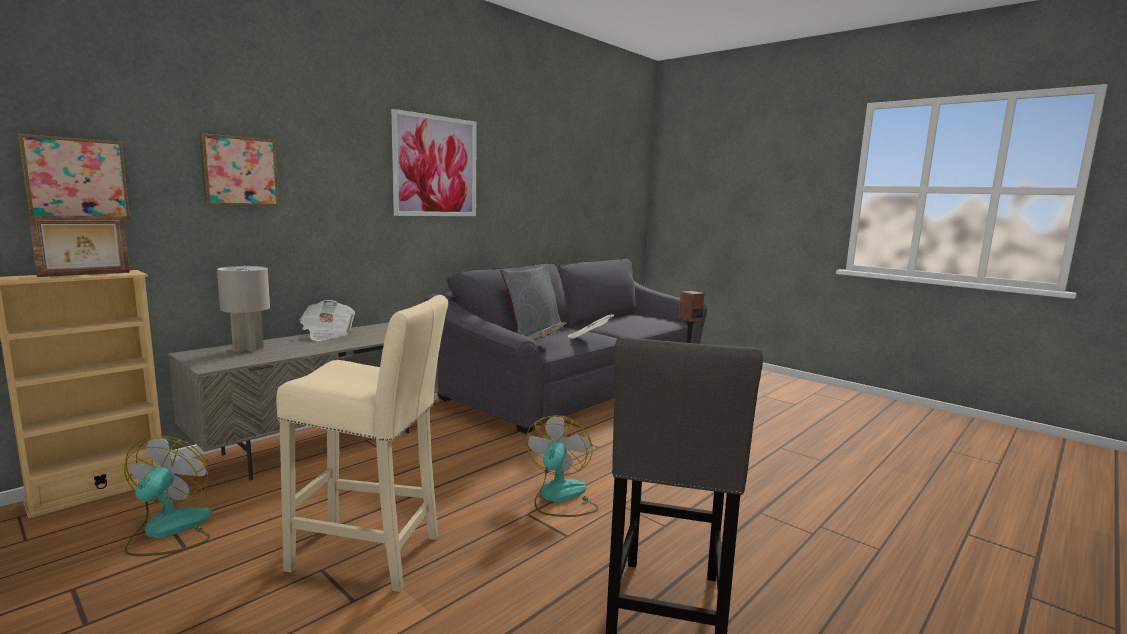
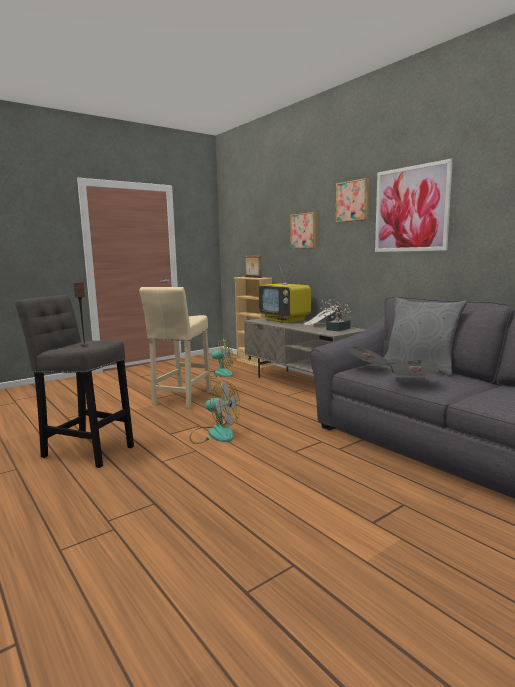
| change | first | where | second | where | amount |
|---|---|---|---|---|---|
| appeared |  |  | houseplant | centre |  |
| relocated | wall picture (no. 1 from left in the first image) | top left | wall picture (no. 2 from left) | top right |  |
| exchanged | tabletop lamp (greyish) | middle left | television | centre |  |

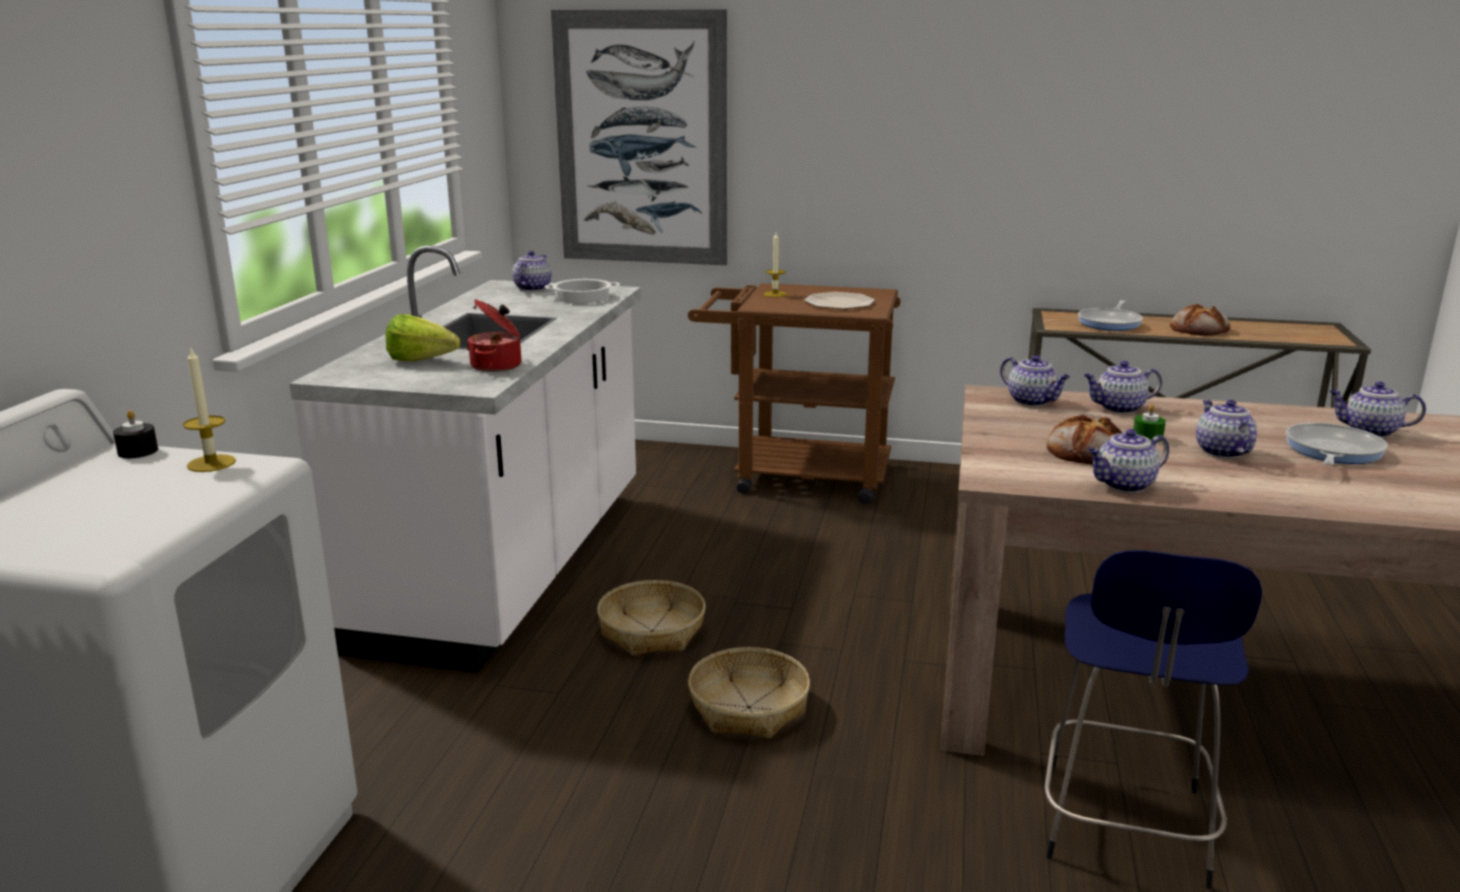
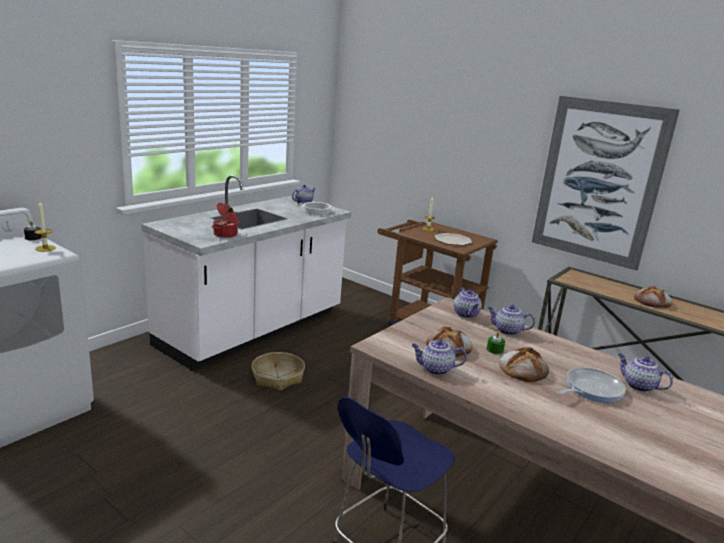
| change | first | where | second | where | amount |
|---|---|---|---|---|---|
| missing | lettuce | middle left |  |  |  |
| missing | storage basket (no. 2 from left) | bottom centre |  |  |  |
| missing | pan (no. 1 from left) | middle right |  |  |  |
| relocated | wall picture | top centre |  | middle right |  |
| exchanged | pot for tea (no. 5 from left) | middle right | baked bread (no. 2 from left) | bottom right |  |

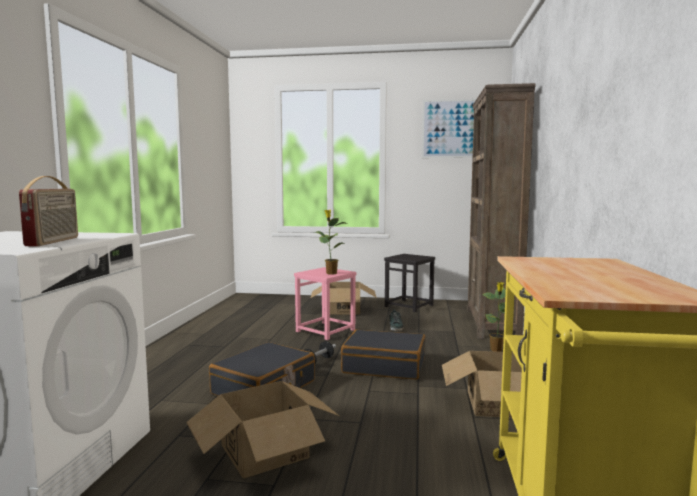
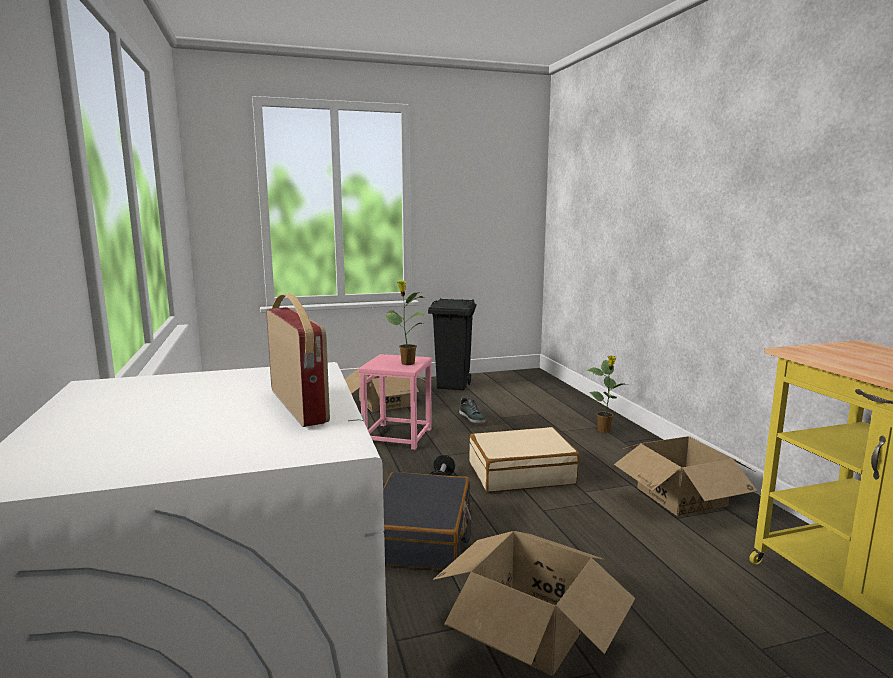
| change | first | where | second | where | amount |
|---|---|---|---|---|---|
| missing | wall picture | top centre |  |  |  |
| missing | bookshelf (brownish) | middle right |  |  |  |
| exchanged | stool (blackish) | centre | rubbish bin (blackish) | centre |  |
| colour | piece of luggage (blackish) (no. 2 from left) | bottom centre | piece of luggage (sand-coloured) | bottom centre |  |

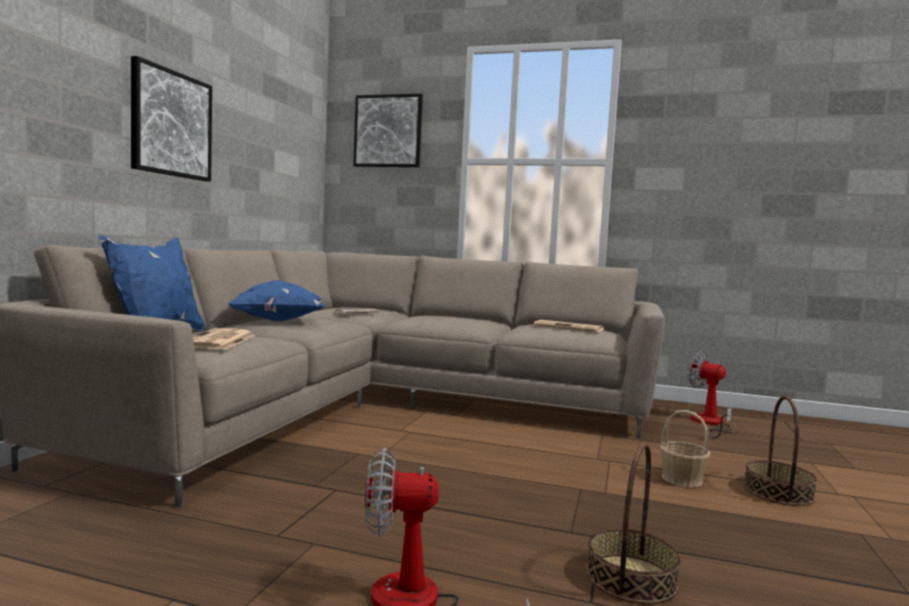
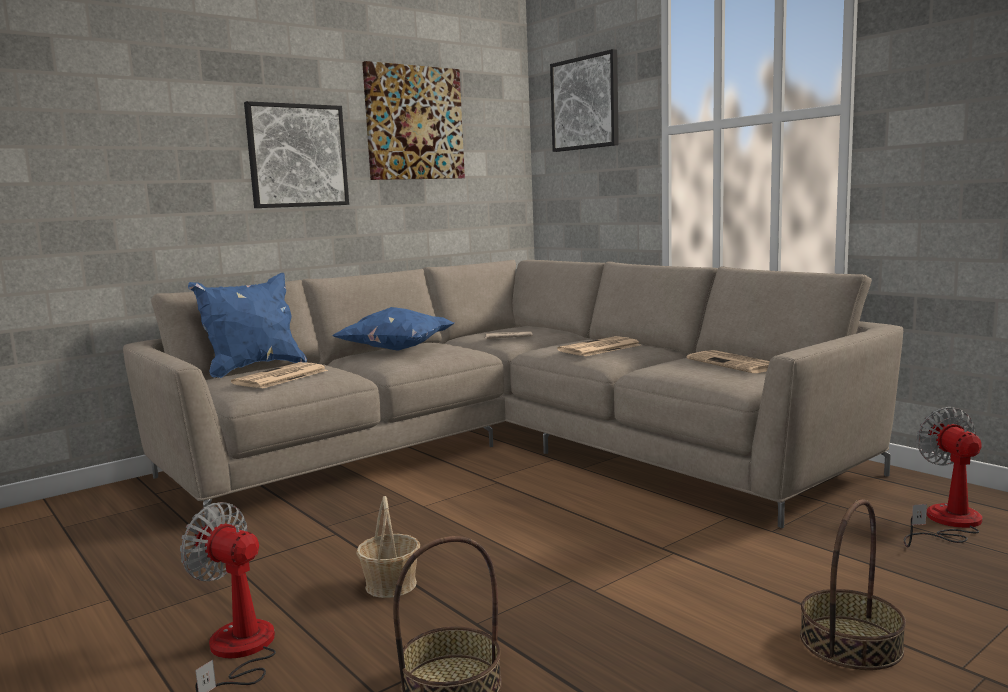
| change | first | where | second | where | amount |
|---|---|---|---|---|---|
| appeared |  |  | wall picture (no. 2 from left) | top centre |  |
| appeared |  |  | daily paper (no. 3 from left) | centre |  |
| relocated | storage basket (no. 2 from left in the first image) | bottom right | storage basket (no. 1 from left) | bottom centre |  |

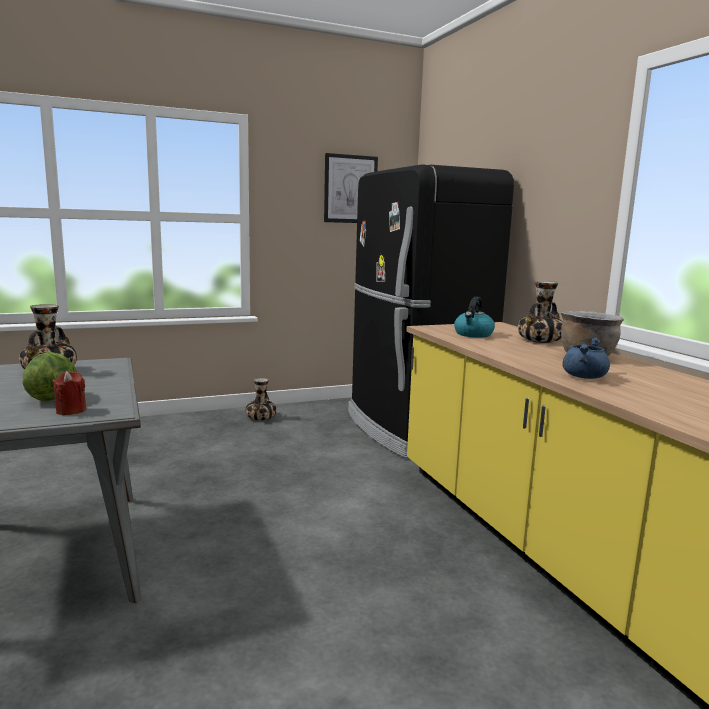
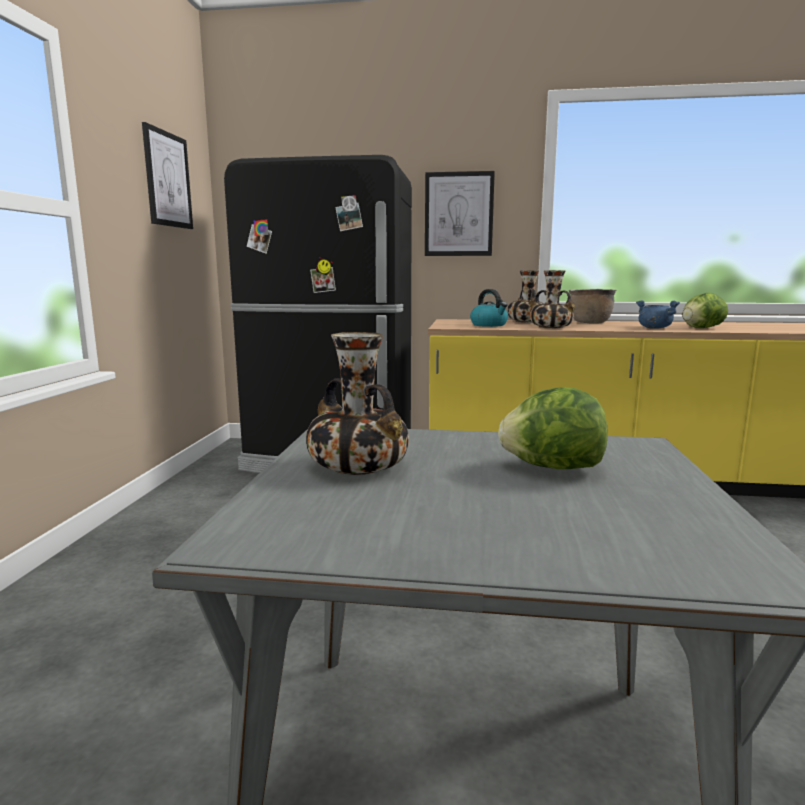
| change | first | where | second | where | amount |
|---|---|---|---|---|---|
| missing | wax candle (red-coloured) | middle left |  |  |  |
| appeared |  |  | wall picture (no. 2 from left) | top centre |  |
| appeared |  |  | lettuce (no. 2 from left) | middle right |  |
| relocated | vase (no. 2 from left in the first image) | centre | vase (no. 3 from left) | middle right |  |

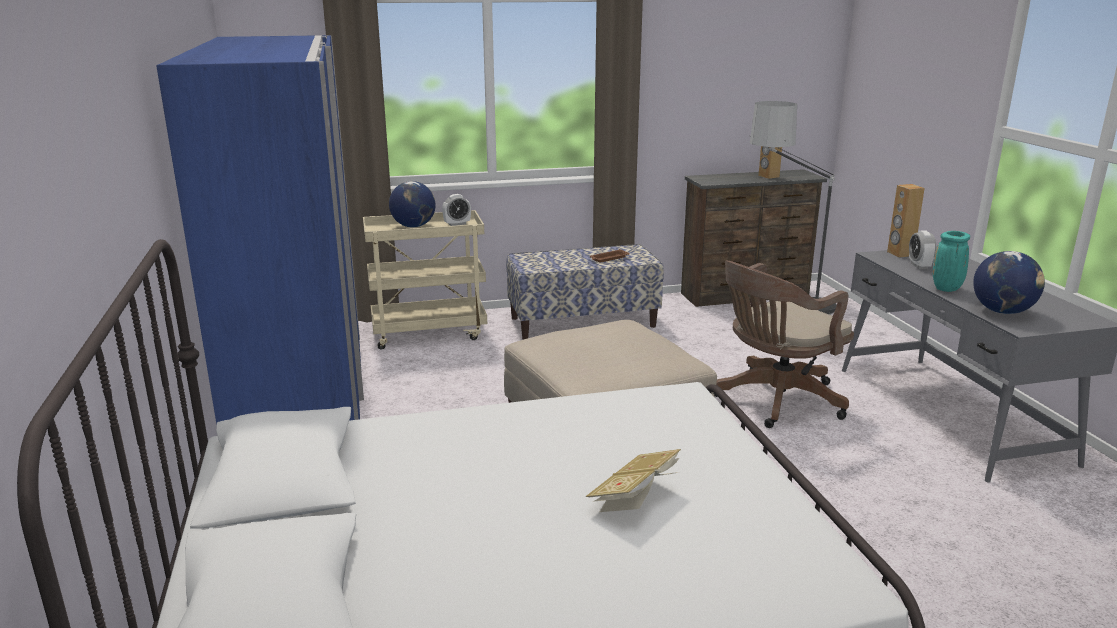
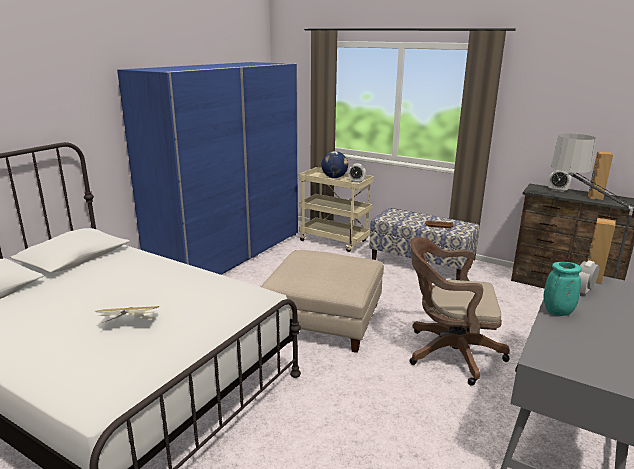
| change | first | where | second | where | amount |
|---|---|---|---|---|---|
| missing | globe (no. 2 from left) | middle right |  |  |  |
| appeared |  |  | bedside clock (no. 2 from left) | middle right |  |

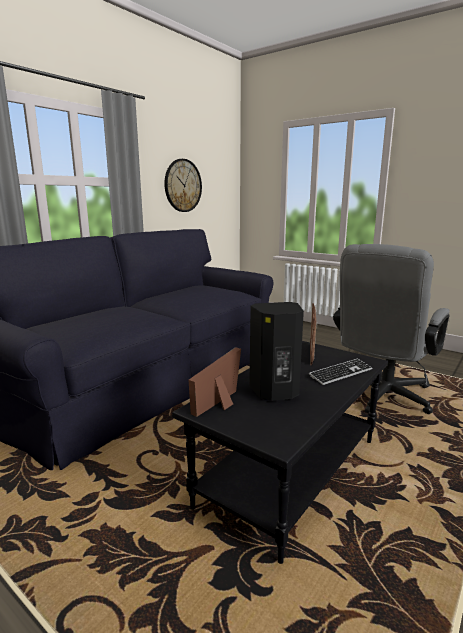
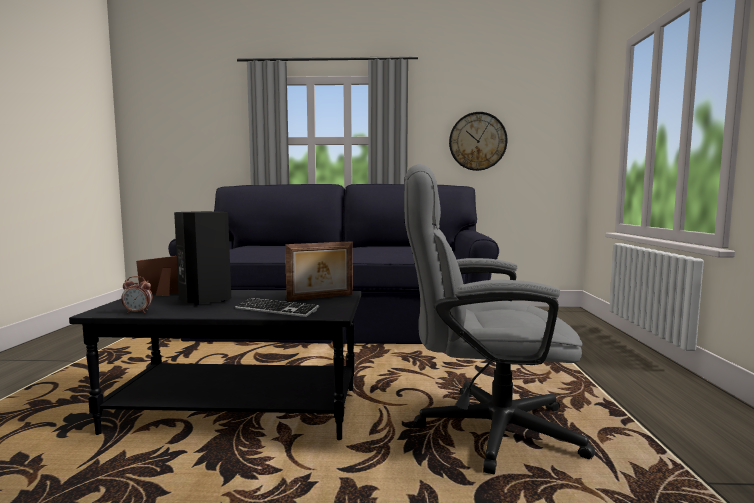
| change | first | where | second | where | amount |
|---|---|---|---|---|---|
| appeared |  |  | bedside clock | middle left |  |

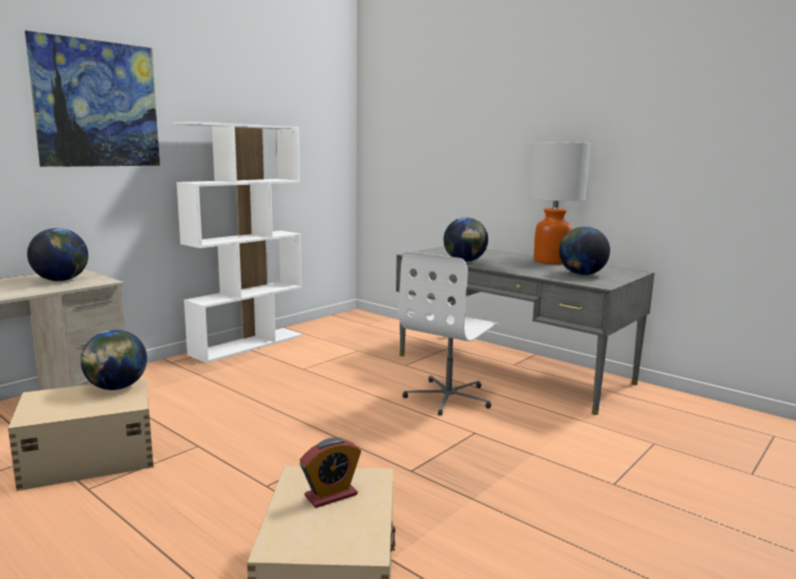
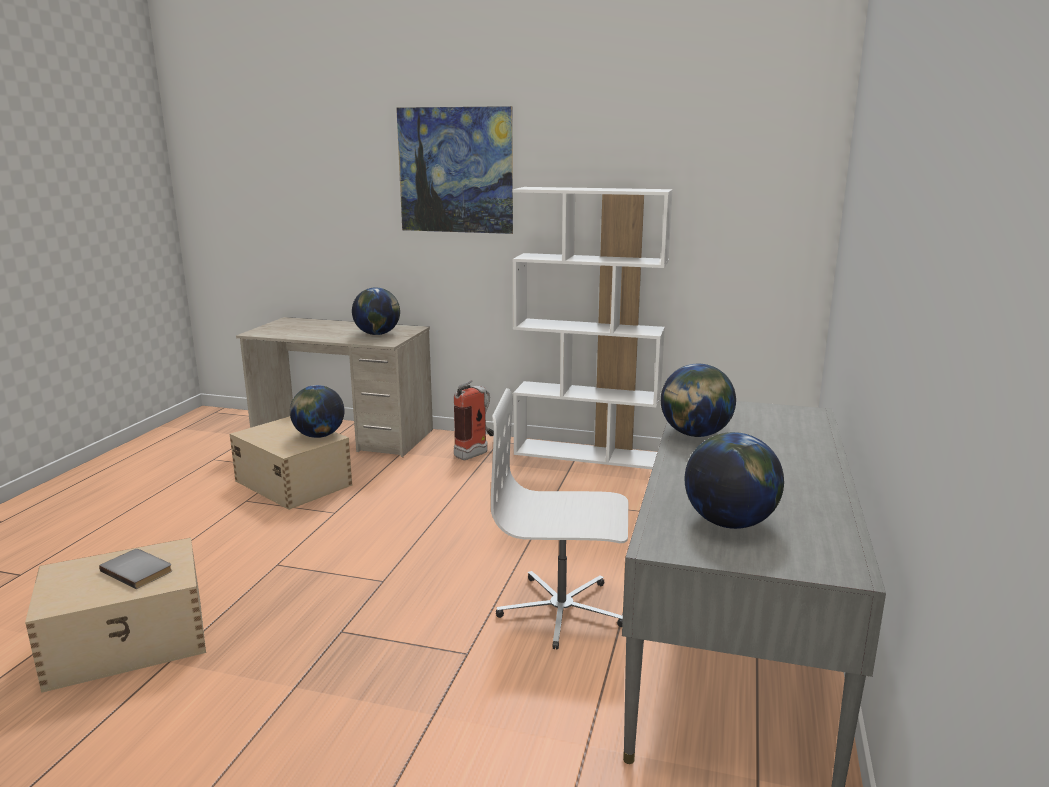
| change | first | where | second | where | amount |
|---|---|---|---|---|---|
| missing | tabletop lamp | middle right |  |  |  |
| appeared |  |  | extinguisher | centre |  |
| exchanged | bedside clock | bottom centre | bound book (greyish) | bottom left |  |

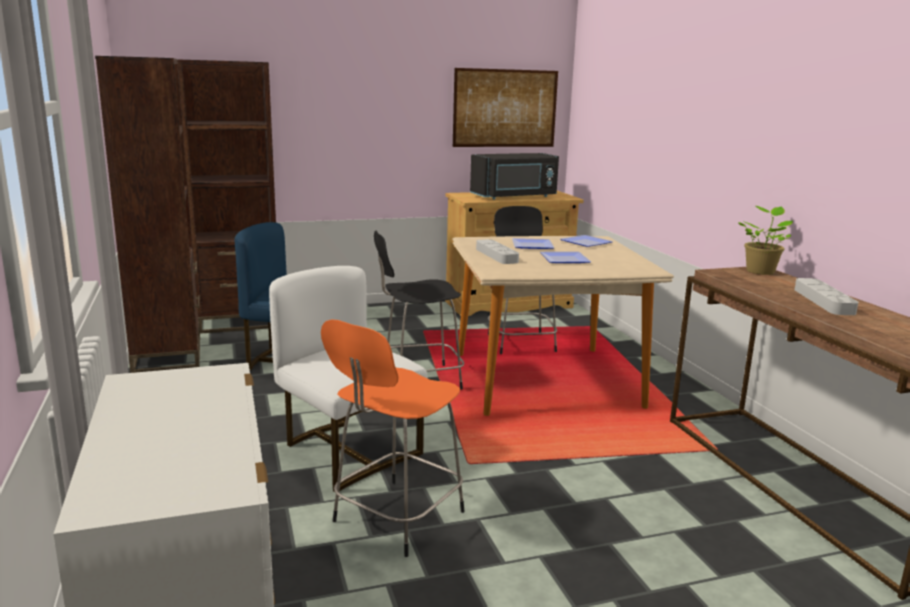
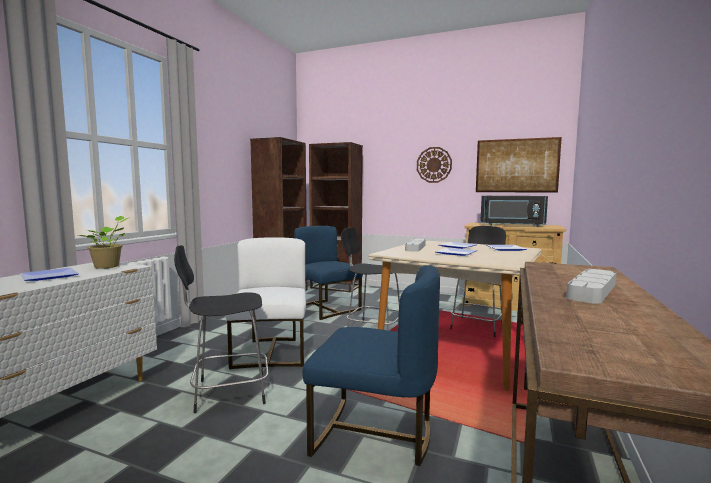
| change | first | where | second | where | amount |
|---|---|---|---|---|---|
| appeared |  |  | dinner plate (no. 1 from left) | middle left |  |
| appeared |  |  | upright chair (bluish) (no. 2 from left) | bottom centre |  |
| appeared |  |  | wall clock | centre |  |
| relocated | houseplant | middle right |  | middle left |  |
| colour | stool (orange-coloured) | bottom centre | stool (blackish) (no. 1 from left) | bottom left |  |

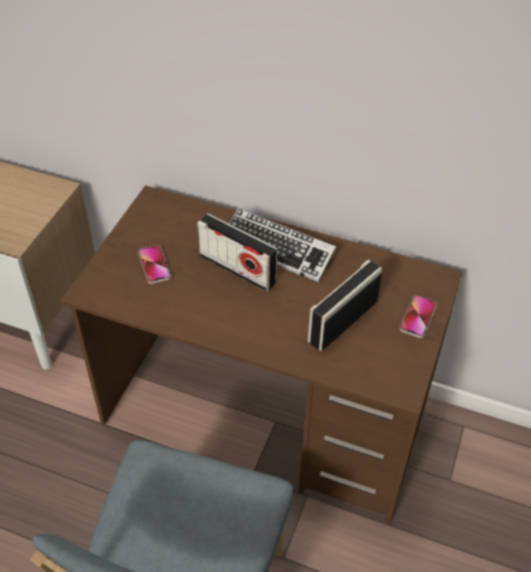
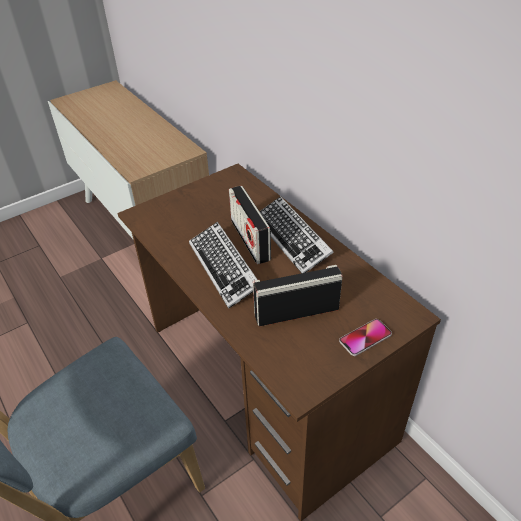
| change | first | where | second | where | amount |
|---|---|---|---|---|---|
| missing | handset (no. 1 from left) | middle left |  |  |  |
| appeared |  |  | PC keyboard (no. 1 from left) | centre |  |

